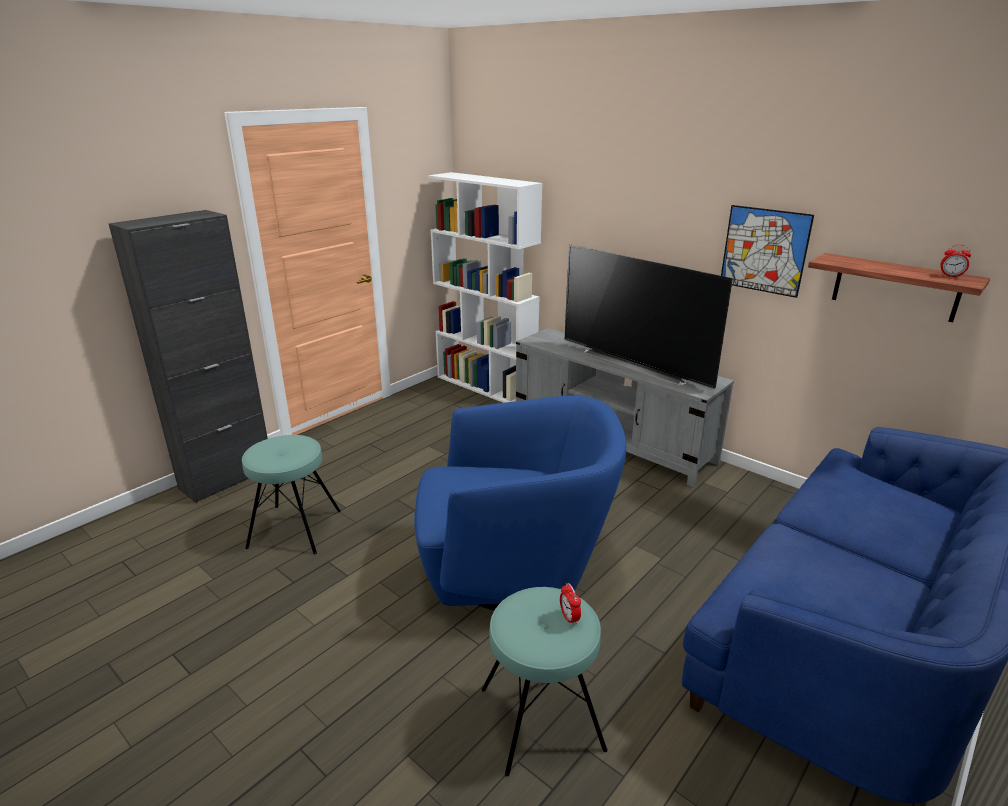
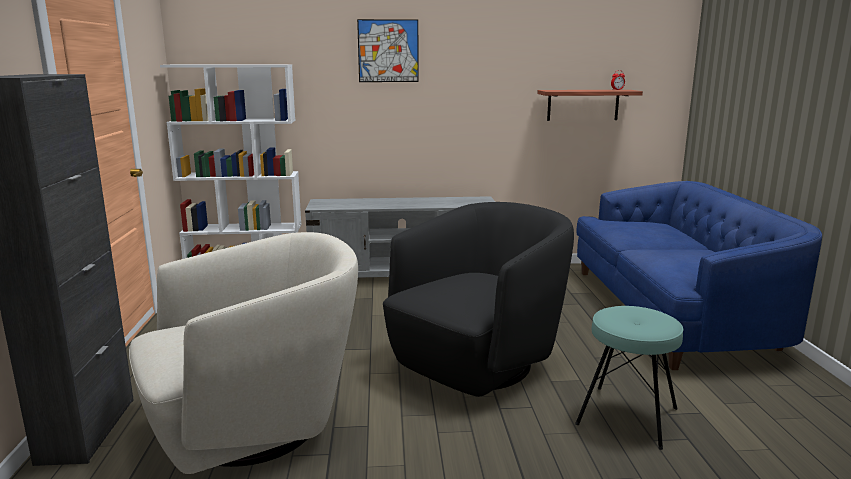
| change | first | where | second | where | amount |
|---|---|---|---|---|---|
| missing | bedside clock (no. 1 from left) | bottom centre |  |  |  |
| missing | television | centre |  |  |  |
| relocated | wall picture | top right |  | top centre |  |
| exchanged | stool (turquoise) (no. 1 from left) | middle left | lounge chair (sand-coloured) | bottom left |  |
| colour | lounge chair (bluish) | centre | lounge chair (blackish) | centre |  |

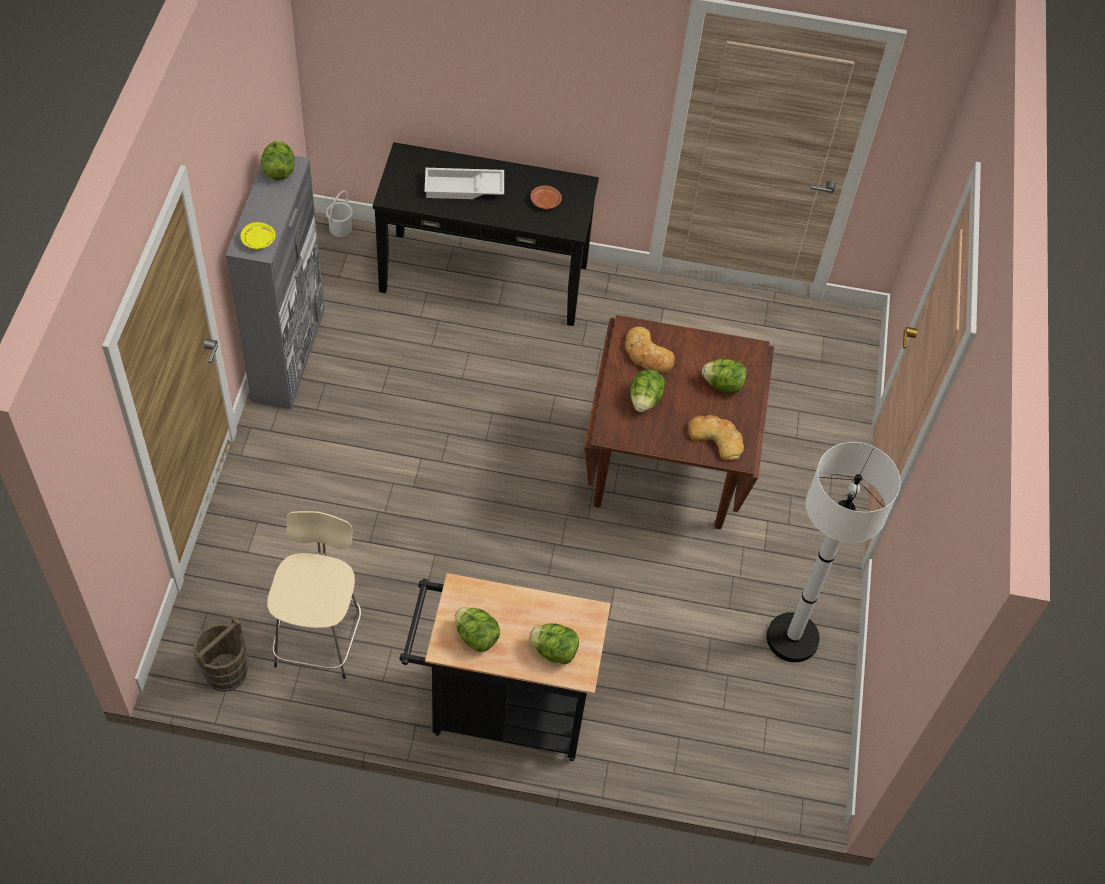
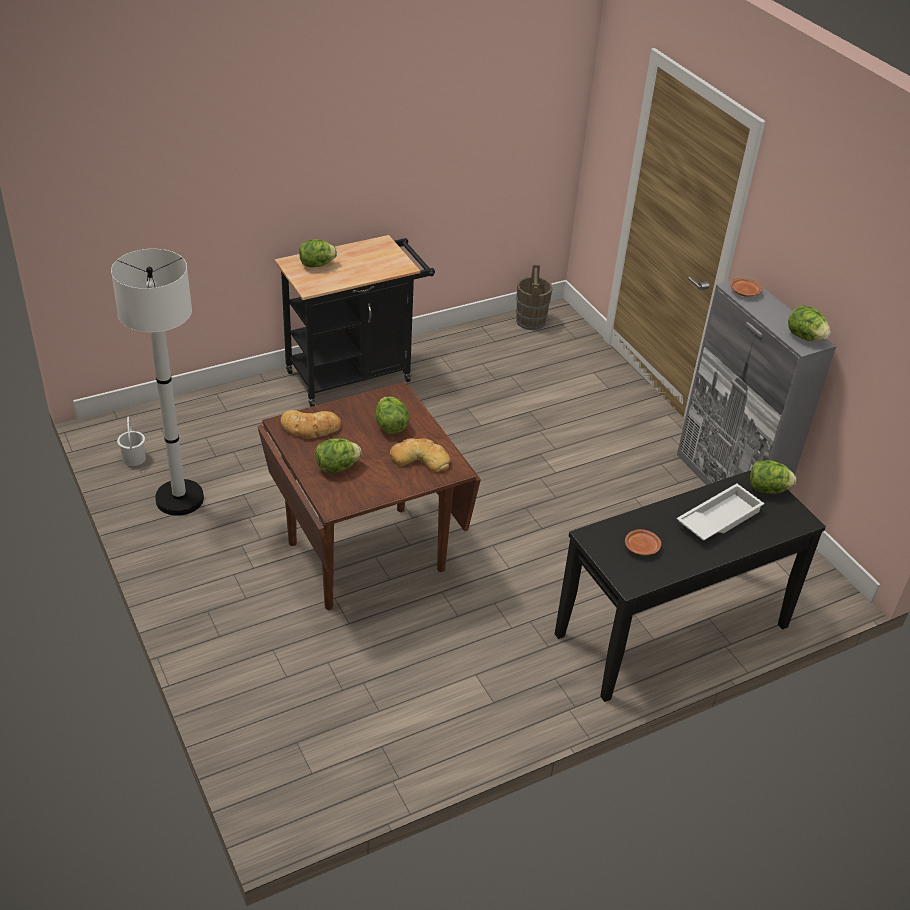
| change | first | where | second | where | amount |
|---|---|---|---|---|---|
| missing | stool (sand-coloured) | bottom left |  |  |  |
| relocated | pail (white) | top left |  | middle left |  |
| relocated | lettuce (no. 2 from left in the first image) | bottom centre | lettuce (no. 4 from left) | middle right |  |
| colour | dinner plate (yellowish) | top left | dinner plate (brownish) (no. 2 from left) | top right |  |

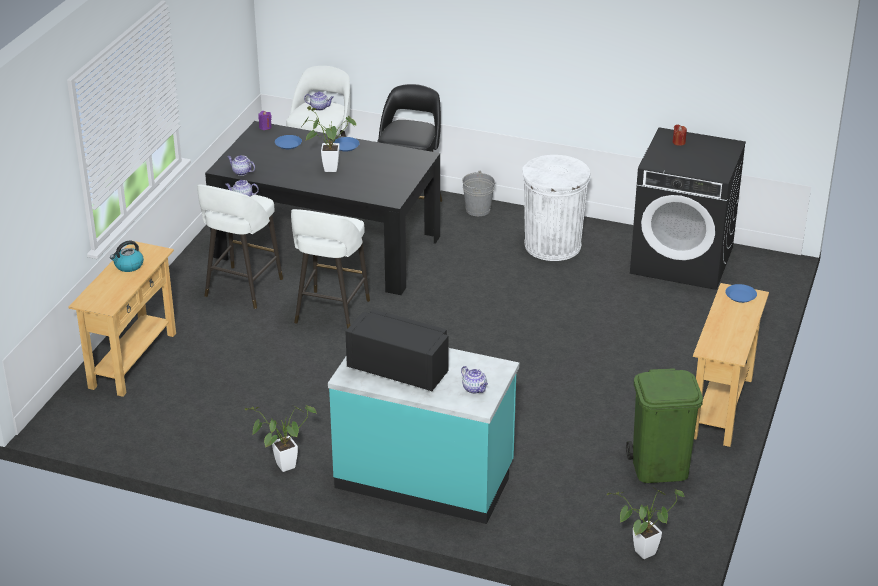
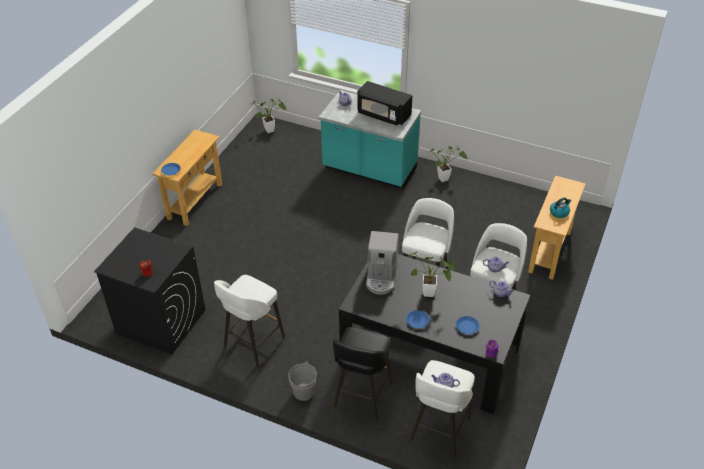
| change | first | where | second | where | amount |
|---|---|---|---|---|---|
| missing | rubbish bin (green-coloured) | bottom right |  |  |  |
| appeared |  |  | coffee brewer | centre |  |
| exchanged | rubbish bin (white) | centre | stool (white) (no. 1 from left) | bottom centre |  |

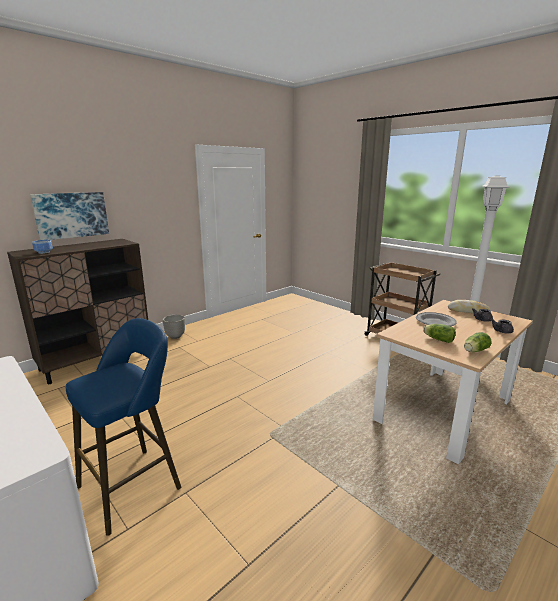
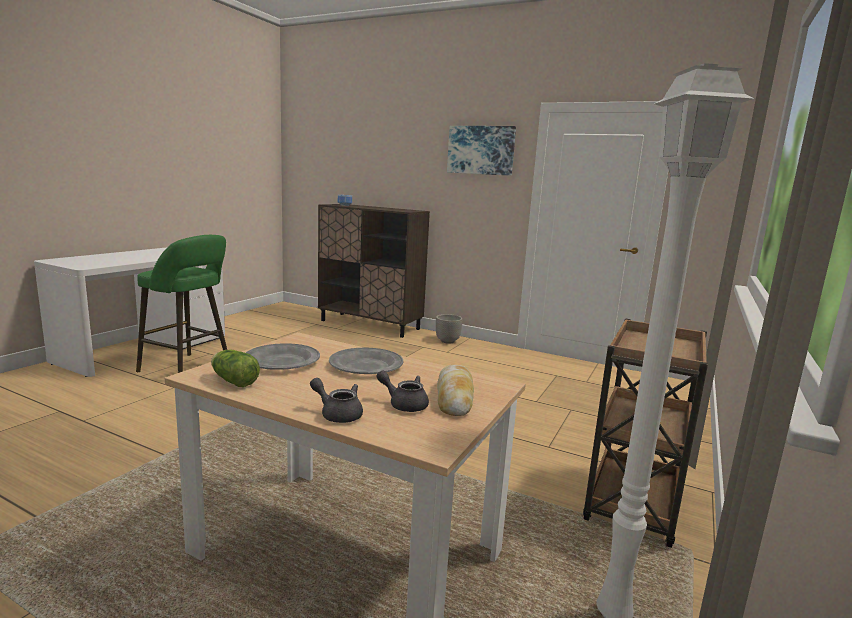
| change | first | where | second | where | amount |
|---|---|---|---|---|---|
| relocated | wall picture | middle left |  | top centre |  |
| exchanged | lettuce (no. 1 from left) | middle right | dinner plate (greyish) (no. 1 from left) | middle left |  |
| colour | stool (bluish) | bottom left | stool (green-coloured) | middle left |  |

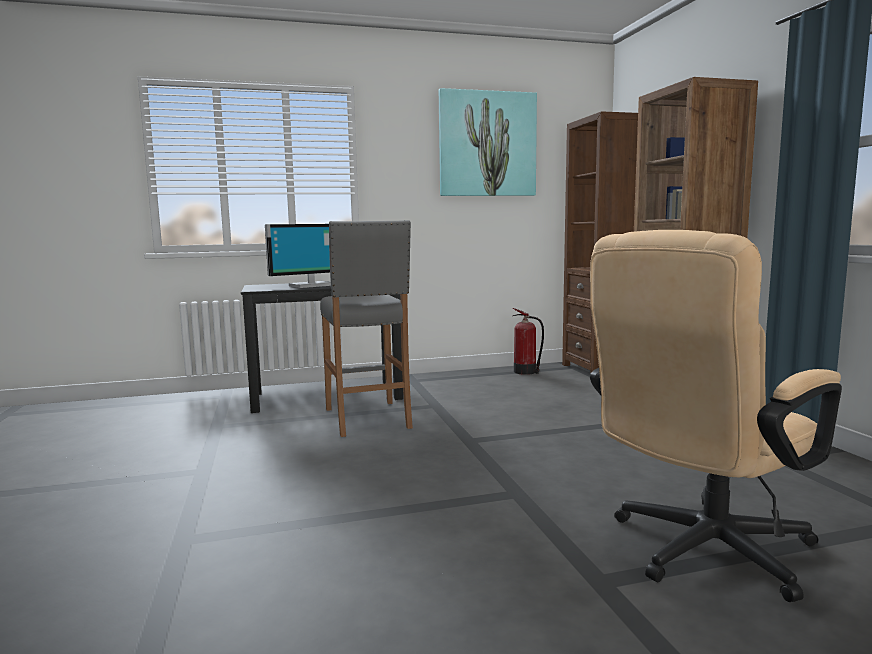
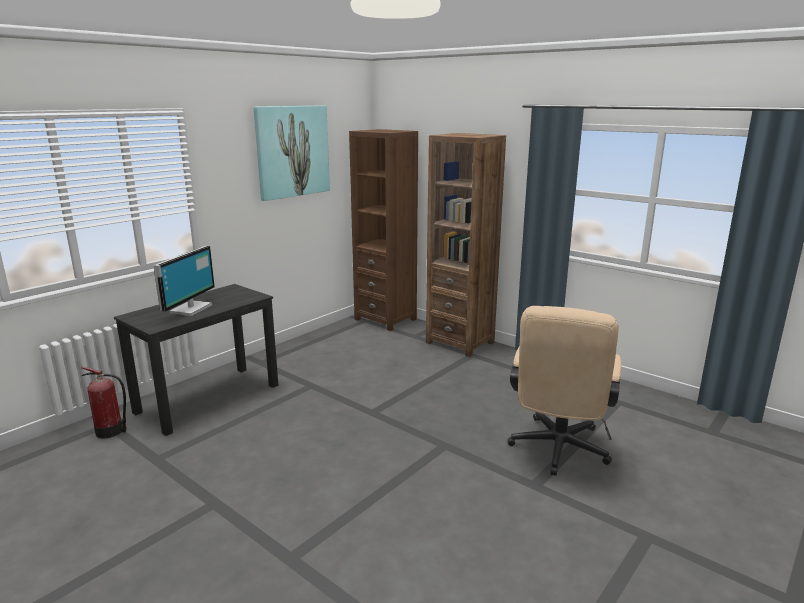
| change | first | where | second | where | amount |
|---|---|---|---|---|---|
| missing | stool (greyish) | centre |  |  |  |
| relocated | extinguisher | centre |  | bottom left |  |

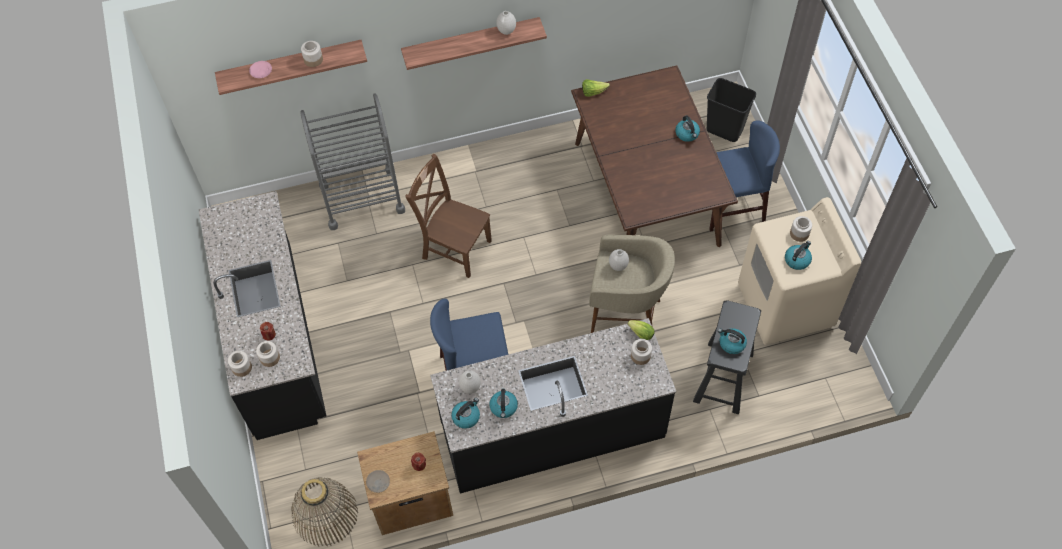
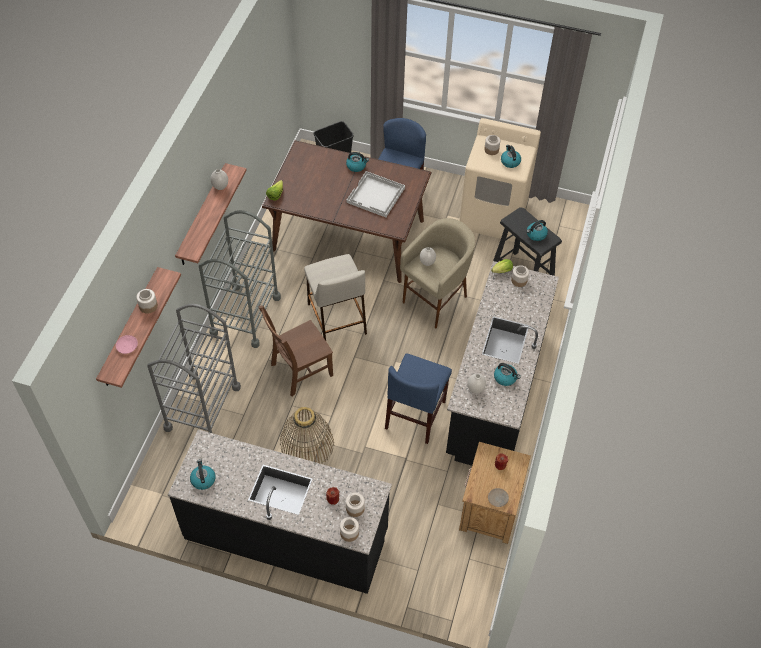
| change | first | where | second | where | amount |
|---|---|---|---|---|---|
| appeared |  |  | trolley (greyish) (no. 2 from left) | middle left |  |
| appeared |  |  | stool (sand-coloured) (no. 1 from left) | centre |  |
| appeared |  |  | tray (white) | top centre |  |
| relocated | storage basket | bottom left |  | bottom centre |  |
| relocated | kettle (no. 1 from left) | bottom centre |  | bottom left |  |

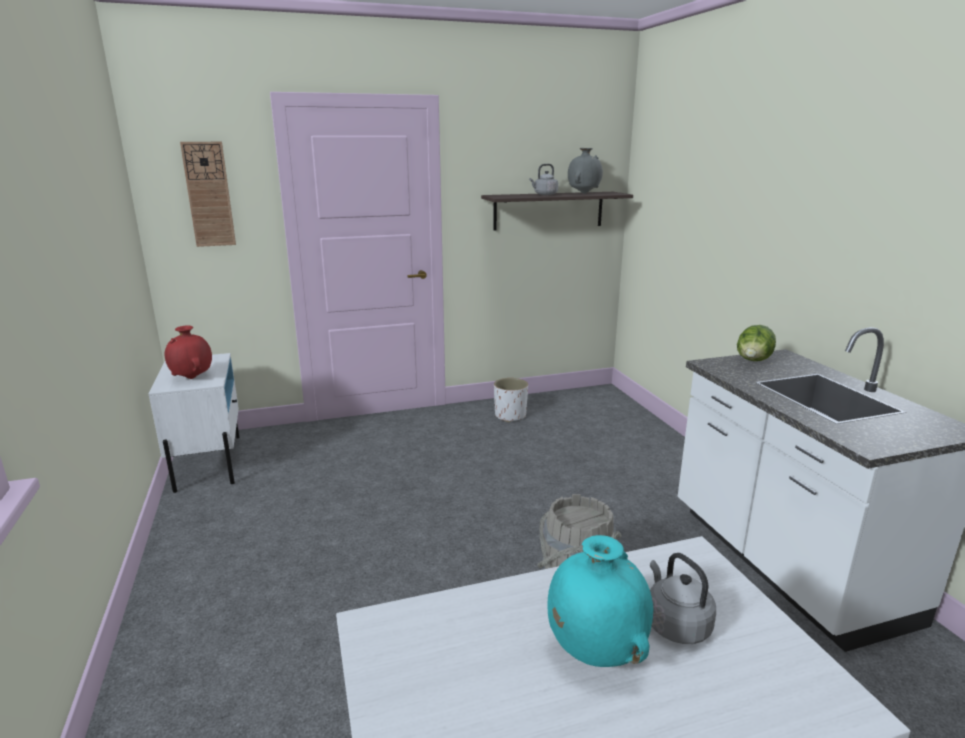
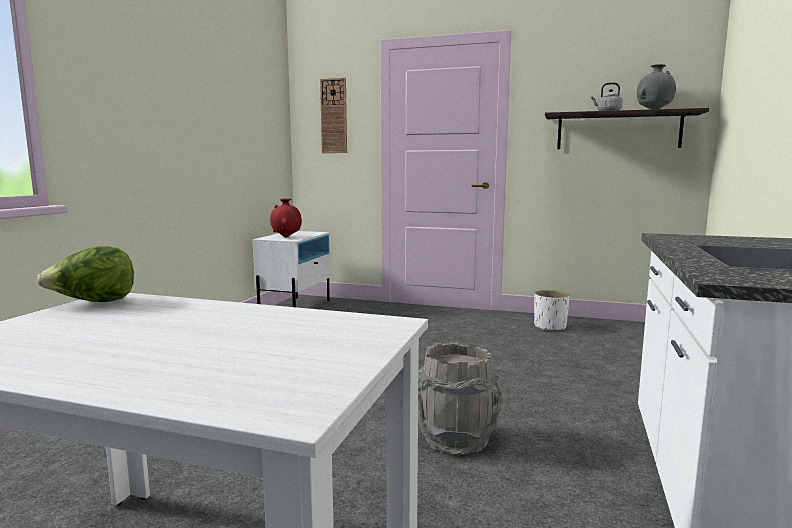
| change | first | where | second | where | amount |
|---|---|---|---|---|---|
| missing | vase (turquoise) | bottom centre |  |  |  |
| missing | kettle (greyish) (no. 2 from left) | bottom right |  |  |  |
| relocated | lettuce | middle right |  | middle left |  |

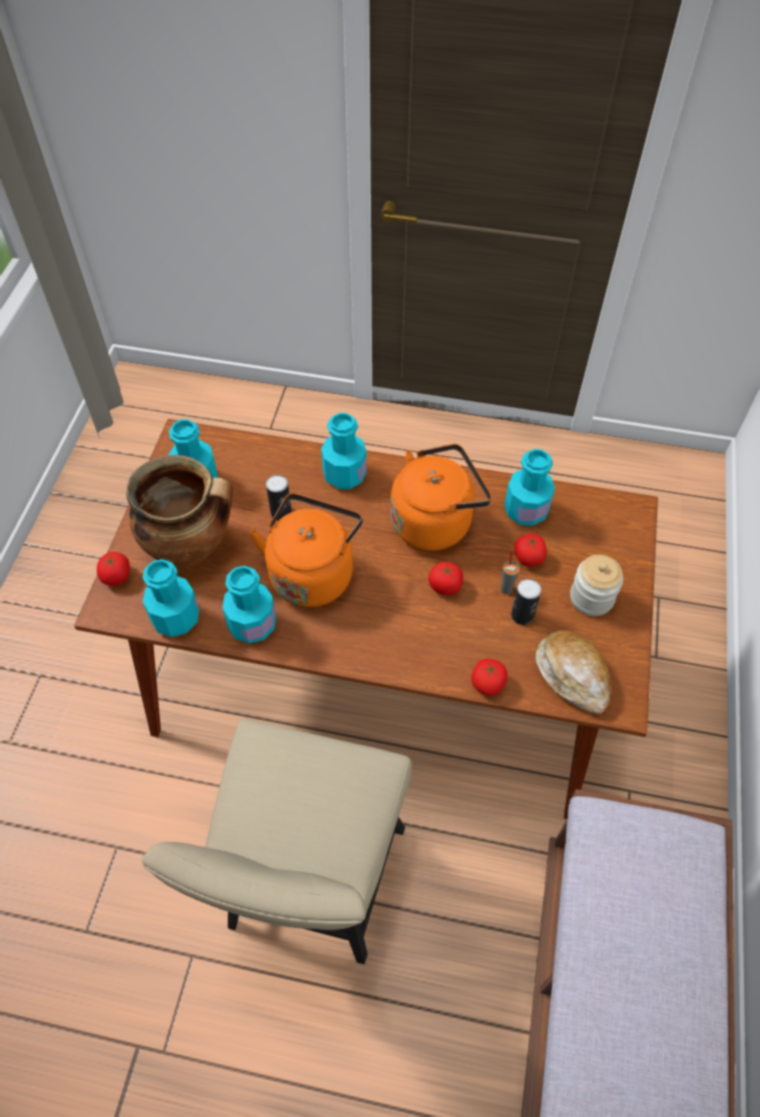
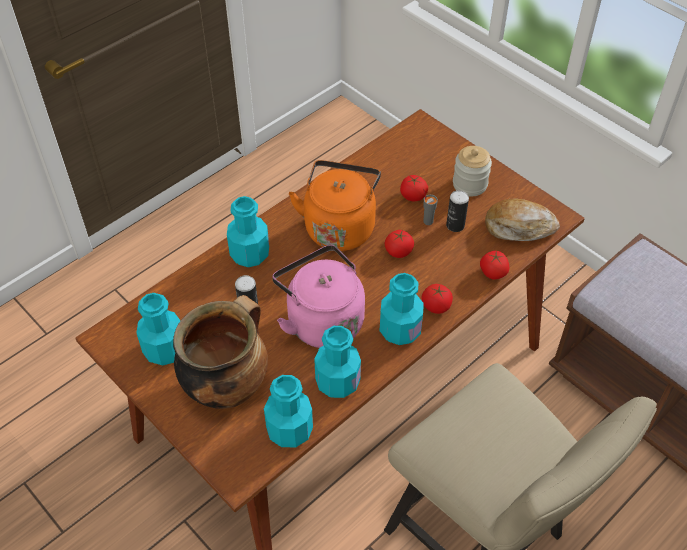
| change | first | where | second | where | amount |
|---|---|---|---|---|---|
| relocated | fresh tomato (no. 1 from left in the first image) | middle left | fresh tomato (no. 3 from left) | centre |  |
| relocated | drink bottle (turquoise) (no. 5 from left) | middle right |  | centre |  |
| colour | kettle (orange-coloured) (no. 1 from left) | centre | kettle (pink-coloured) | centre |  |

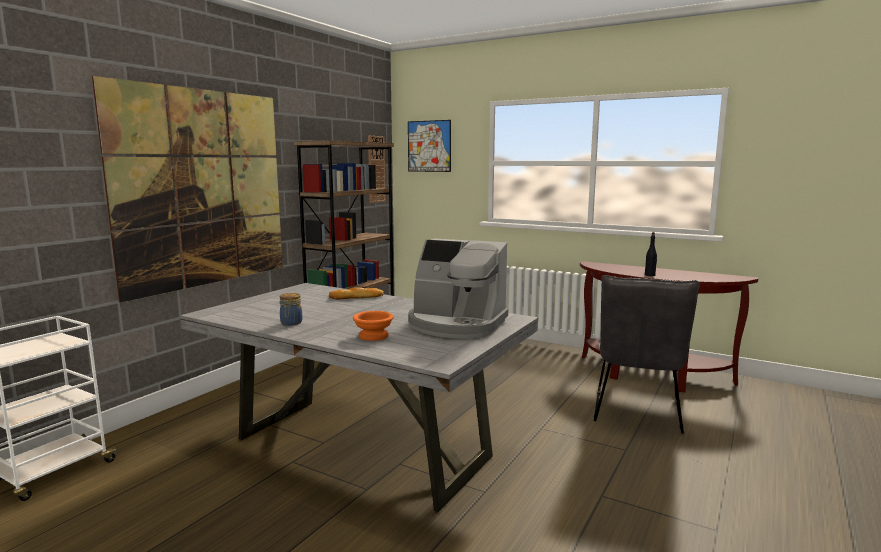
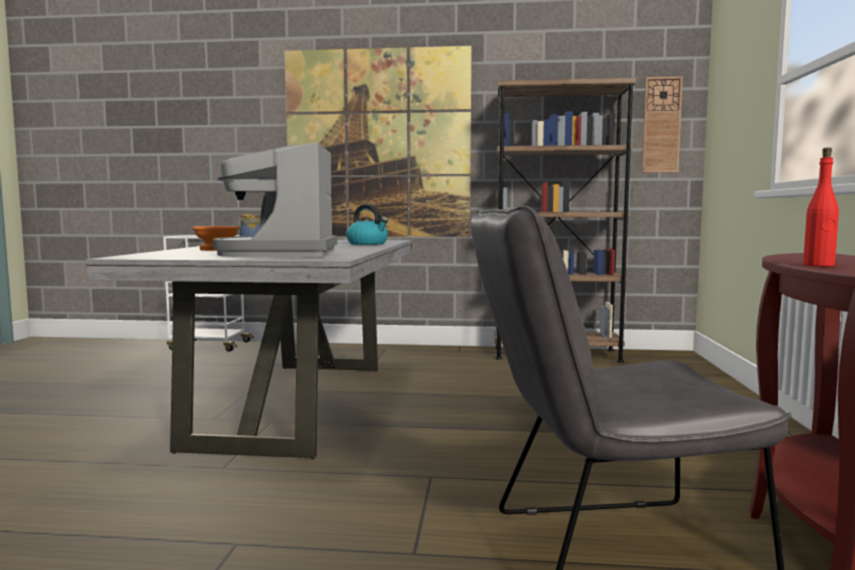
| change | first | where | second | where | amount |
|---|---|---|---|---|---|
| missing | wall picture (no. 2 from left) | top centre |  |  |  |
| exchanged | baked bread | centre | kettle | centre |  |
| colour | drink bottle (blackish) | middle right | drink bottle (red-coloured) | middle right |  |

